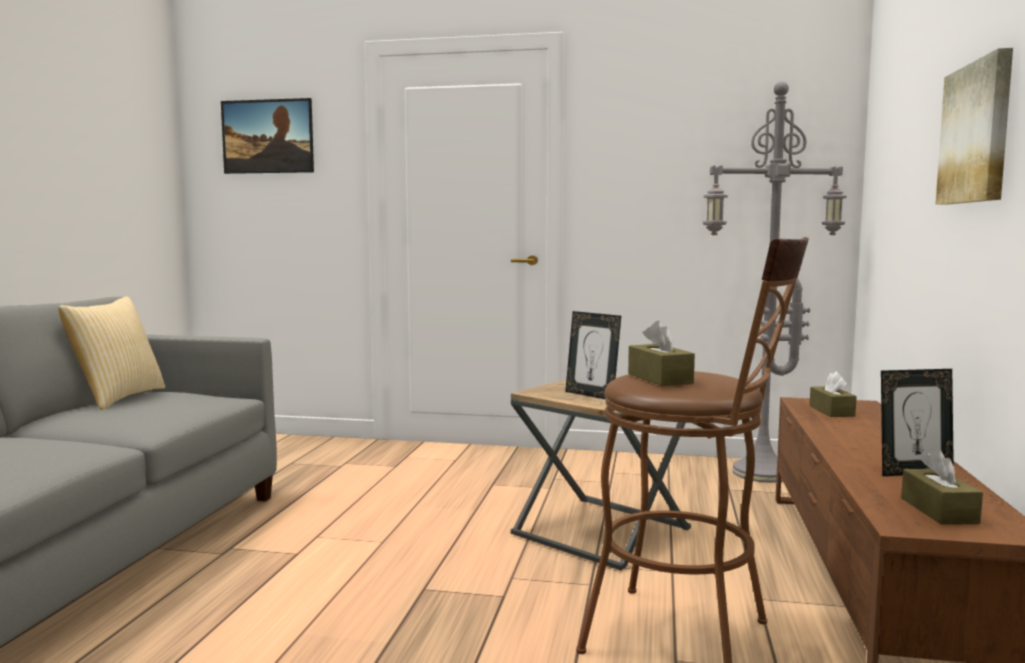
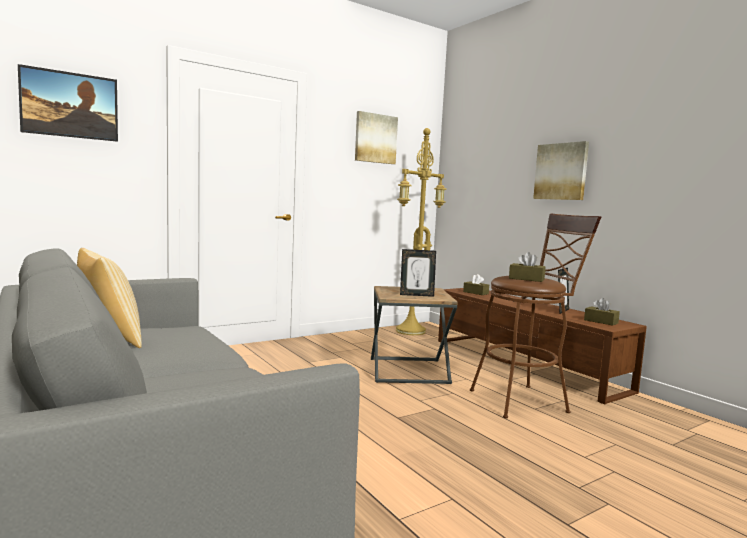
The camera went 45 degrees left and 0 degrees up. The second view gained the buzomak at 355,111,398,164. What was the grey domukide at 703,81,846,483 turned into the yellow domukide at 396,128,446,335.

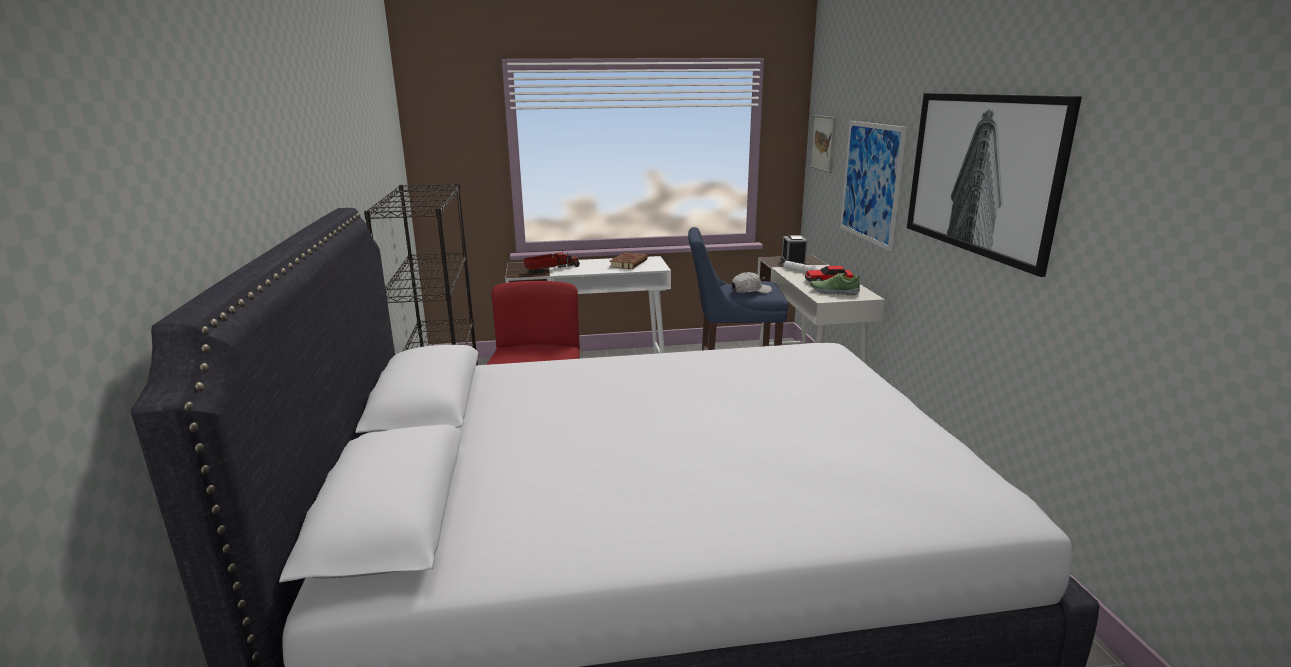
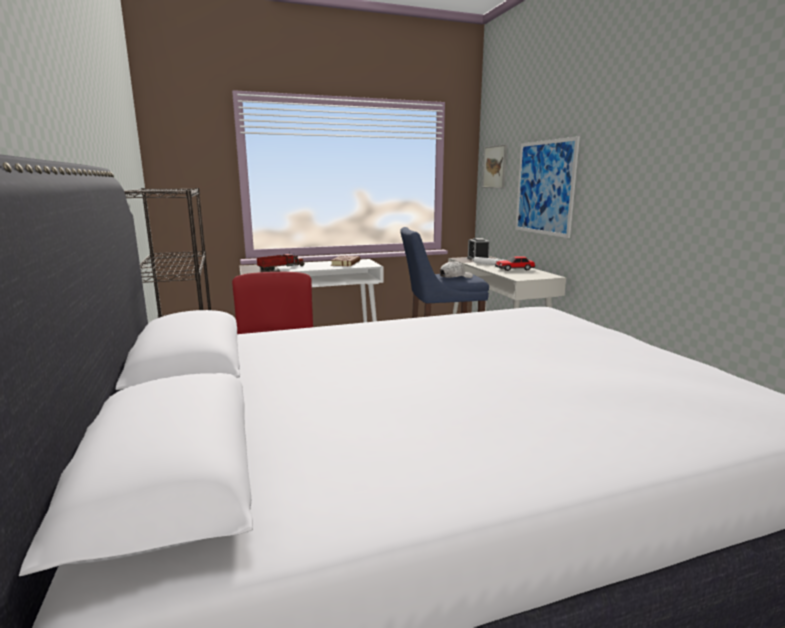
The camera went 10 degrees left and 5 degrees down. The second view lost the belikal at 810,273,861,296. The second view lost the buzomak at 907,93,1082,277.

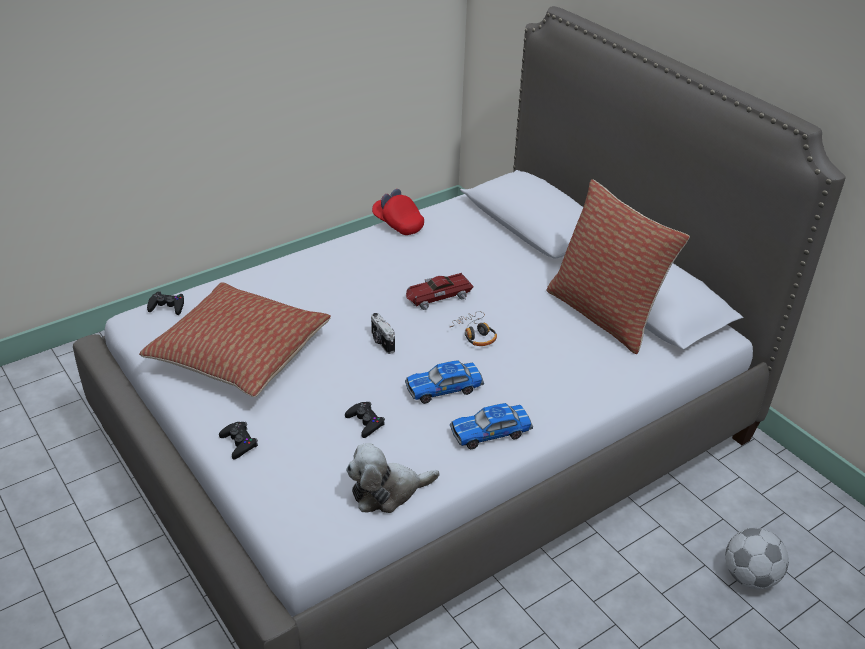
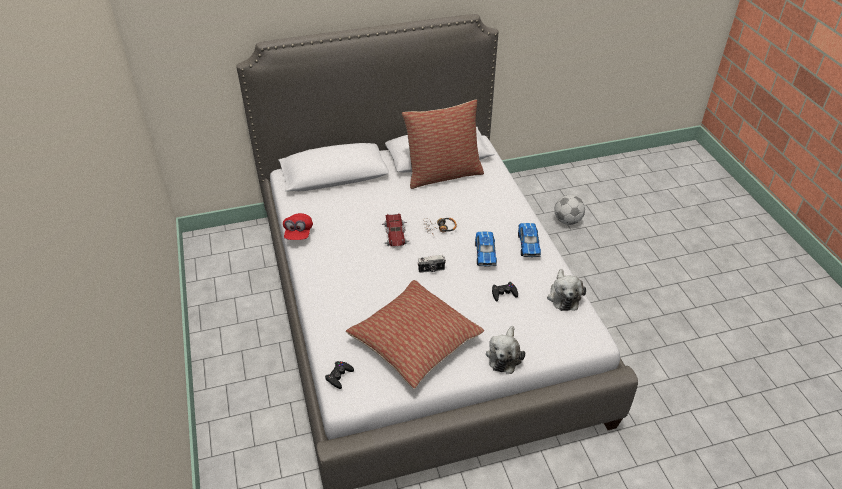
The camera went 70 degrees left and 5 degrees up. The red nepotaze at 372,189,424,235 ended up facing another way, 60 degrees counterclockwise from before. Where the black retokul stood at 219,422,258,460, the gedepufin came to stand at 486,326,525,374.

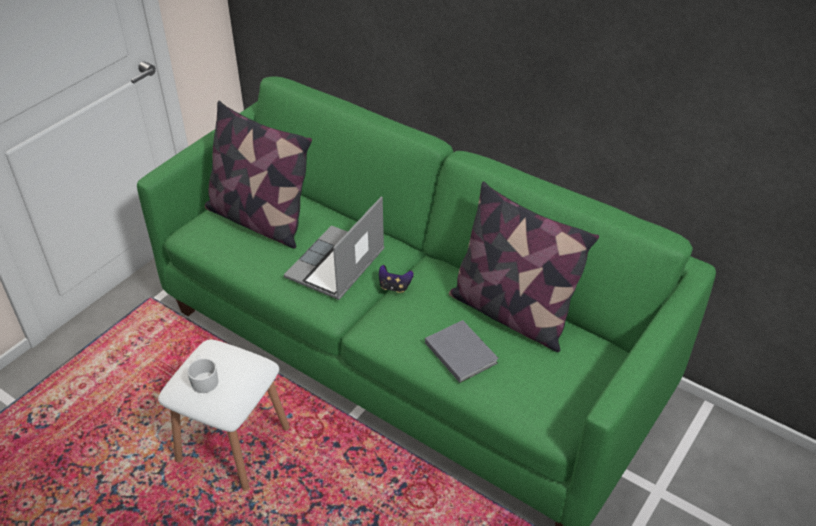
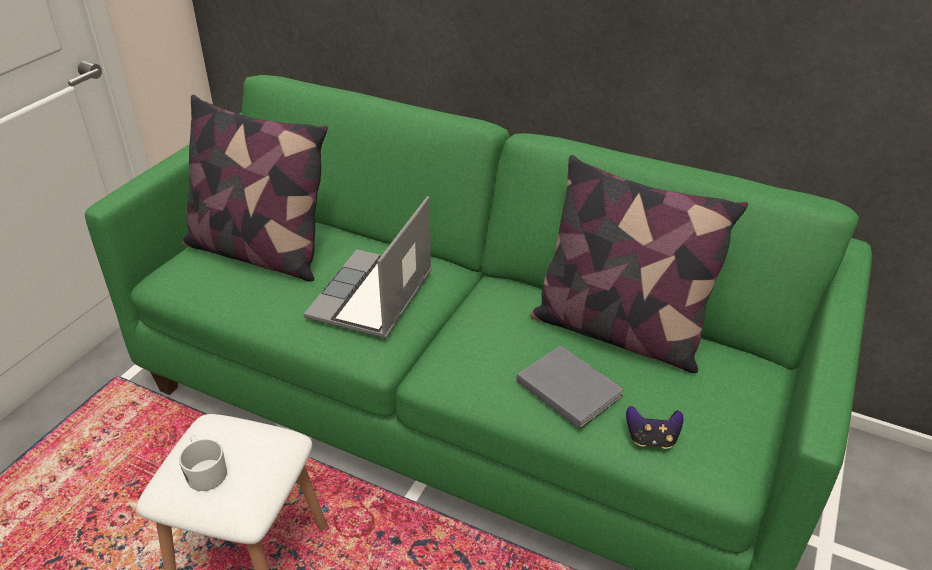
The camera went 10 degrees left and 5 degrees down. The retokul ended up elsewhere, having gone from 379,265,414,293 to 626,406,683,449.

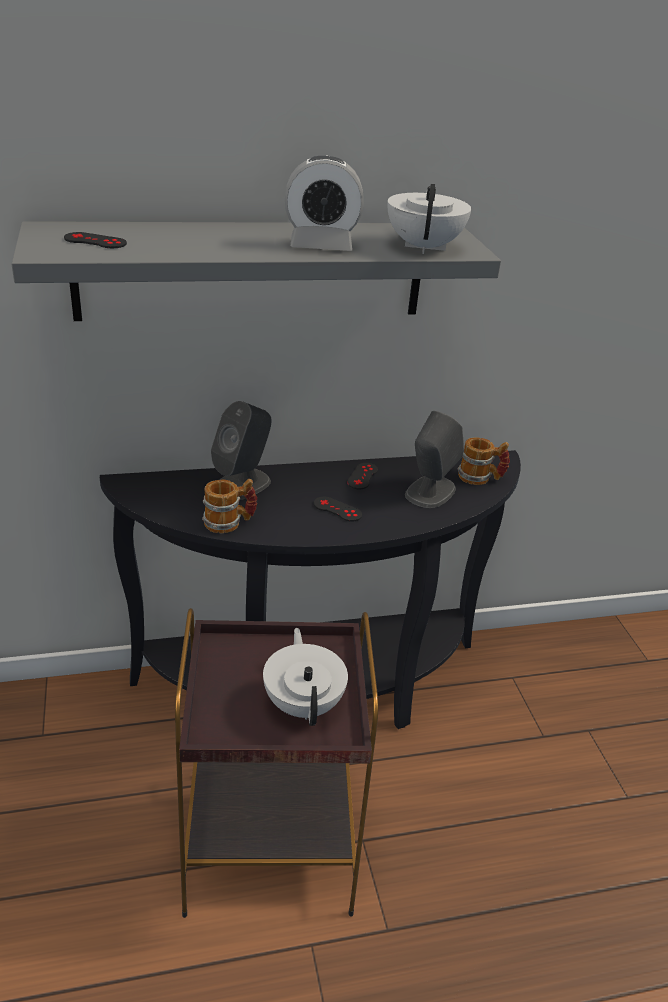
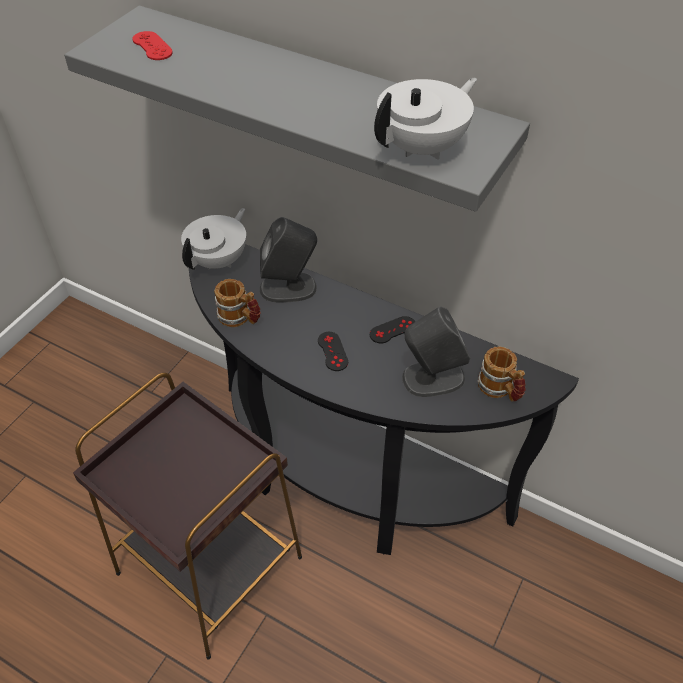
The camera went 45 degrees right and 15 degrees up. What was the black retokul at 64,232,127,248 turned into the red retokul at 132,31,173,60. The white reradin ended up elsewhere, having gone from 263,628,348,726 to 181,208,246,270. The second view lost the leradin at 285,156,364,251.

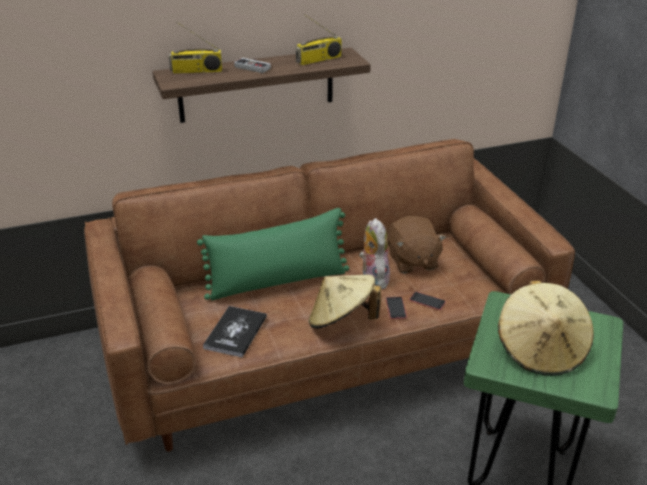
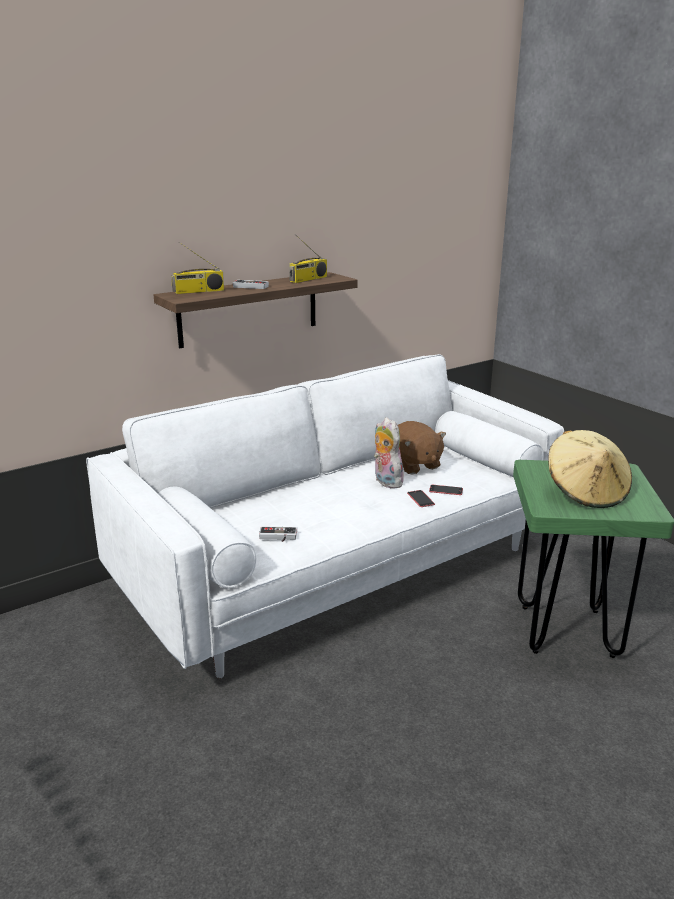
The camera went 15 degrees left and 10 degrees down. What was the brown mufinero at 84,139,575,452 turned into the white mufinero at 86,354,564,678. Where the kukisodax stood at 203,306,267,358, the retokul came to stand at 259,526,297,542. The second view lost the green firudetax at 197,208,349,300. The second view lost the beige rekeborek at 309,274,381,328.

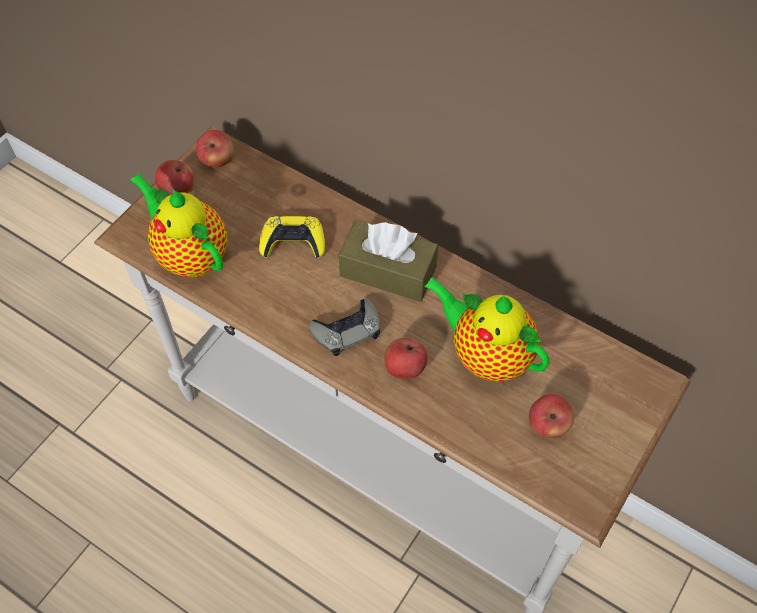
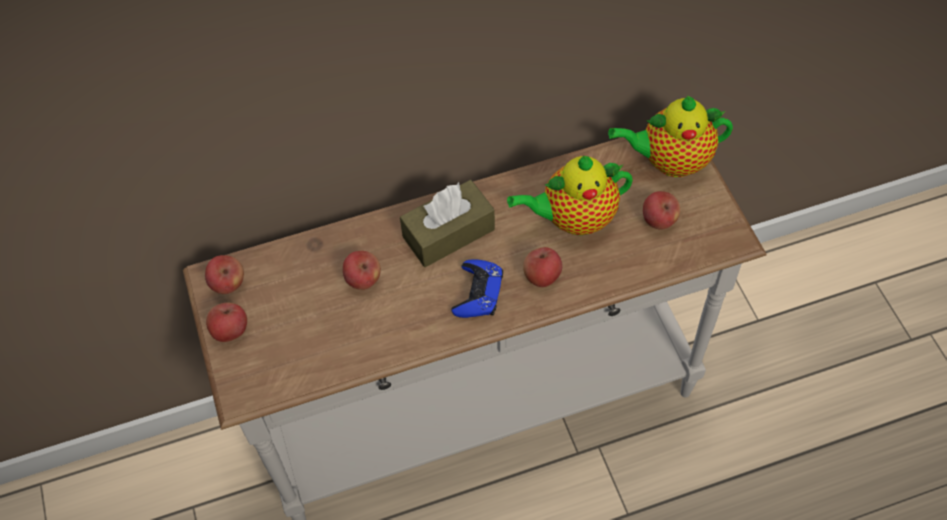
The camera went 50 degrees left and 0 degrees up. Where the yellow retokul stood at 259,216,325,258, the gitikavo came to stand at 343,251,381,290. What was the grey retokul at 309,299,380,356 turned into the blue retokul at 451,259,503,318. The reradin ended up elsewhere, having gone from 130,173,228,277 to 608,96,733,177.

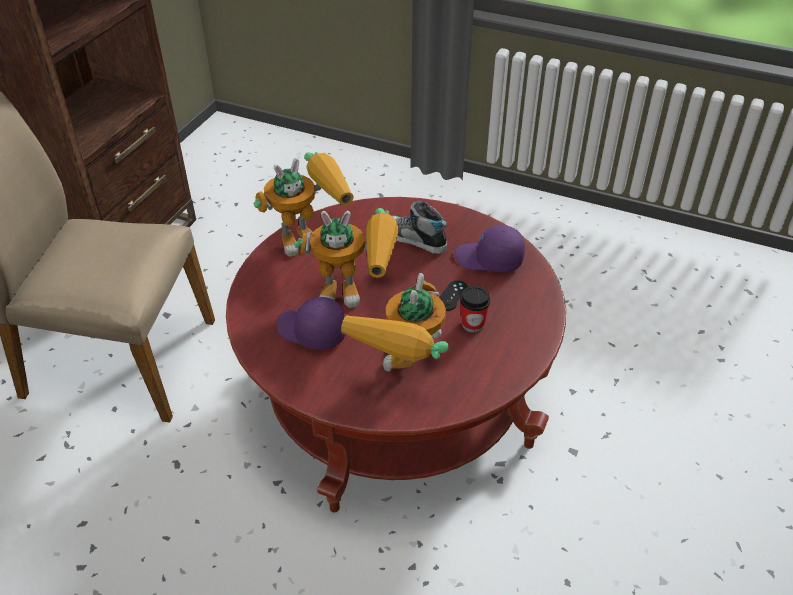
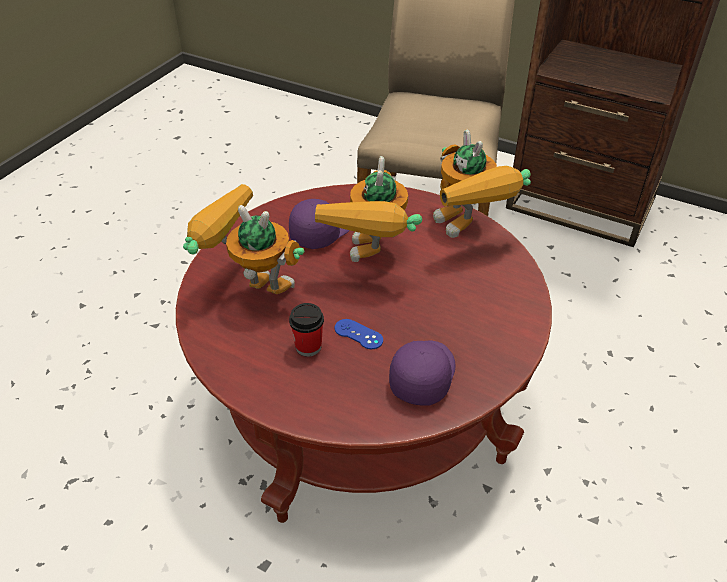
The camera went 95 degrees right and 0 degrees up. What was the black retokul at 439,280,468,311 turned into the blue retokul at 335,319,383,349. The second view lost the belikal at 391,201,447,254.

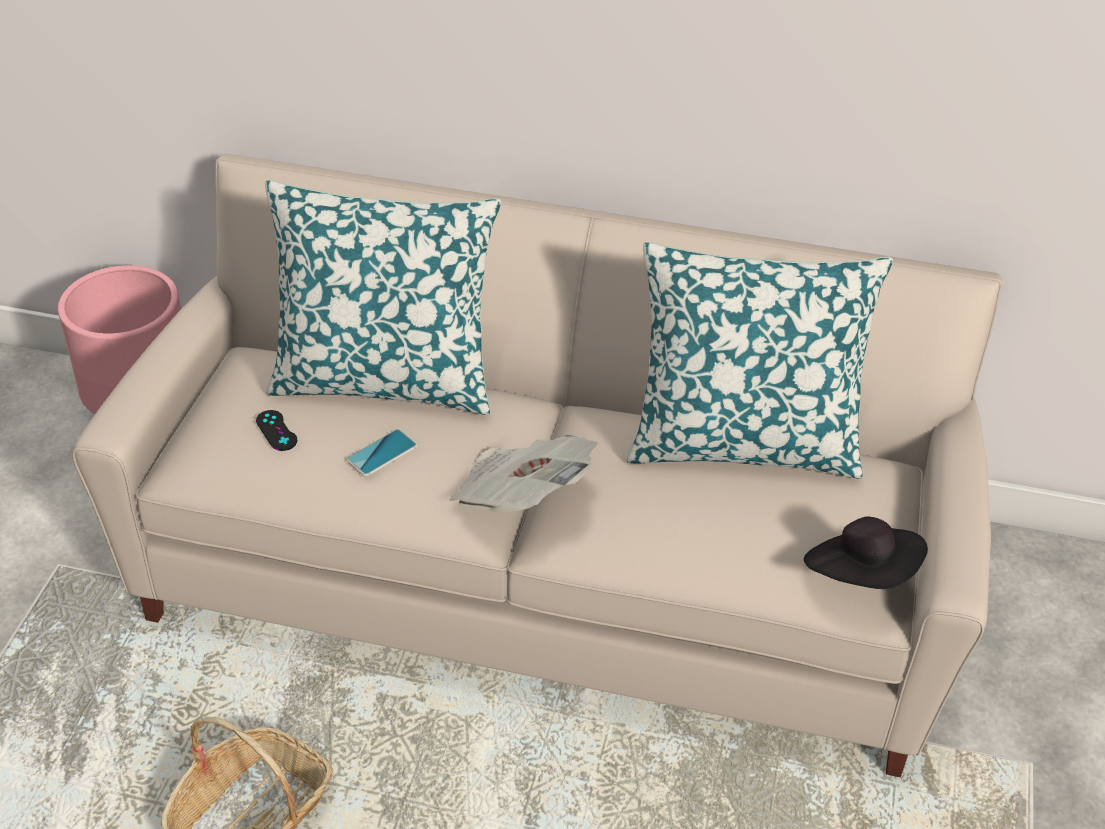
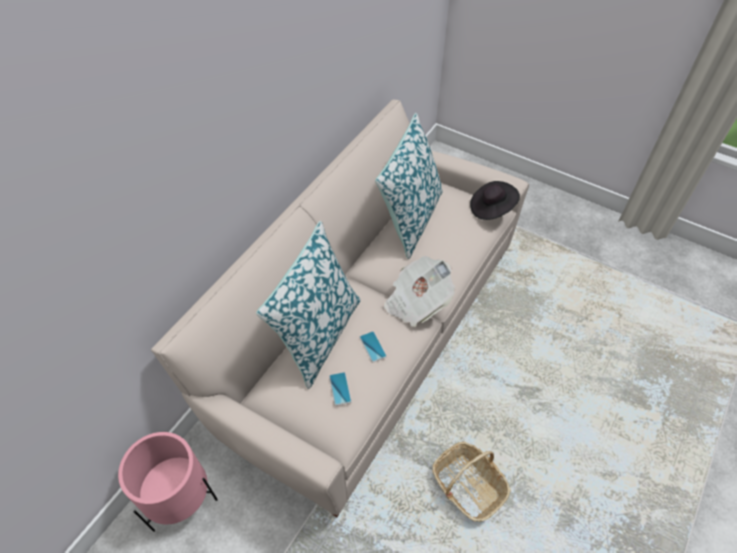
The camera went 70 degrees left and 10 degrees up. Where the black retokul stood at 256,410,297,451, the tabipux came to stand at 329,372,352,406.

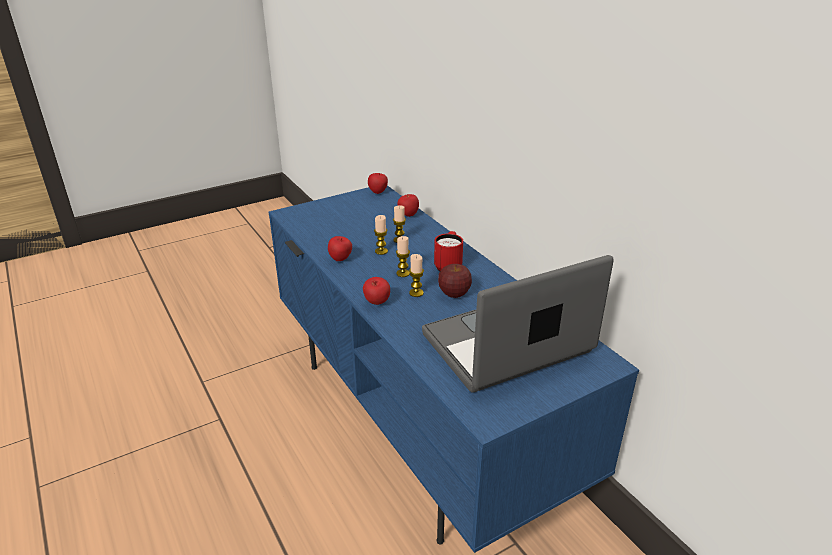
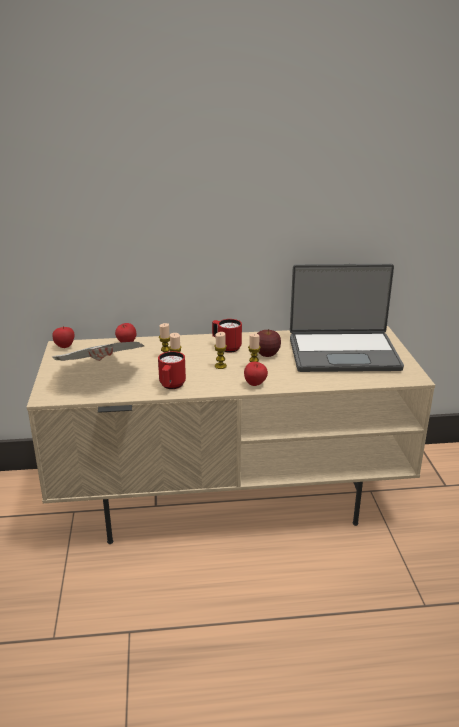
The camera went 65 degrees left and 5 degrees down. What was the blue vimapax at 268,185,639,553 turned into the beige vimapax at 27,326,435,544. The second view gained the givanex at 51,342,144,361. Where the gitikavo stood at 328,236,352,261, the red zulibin came to stand at 158,351,186,389. The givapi at 422,255,614,393 ended up facing another way, 90 degrees counterclockwise from before.

